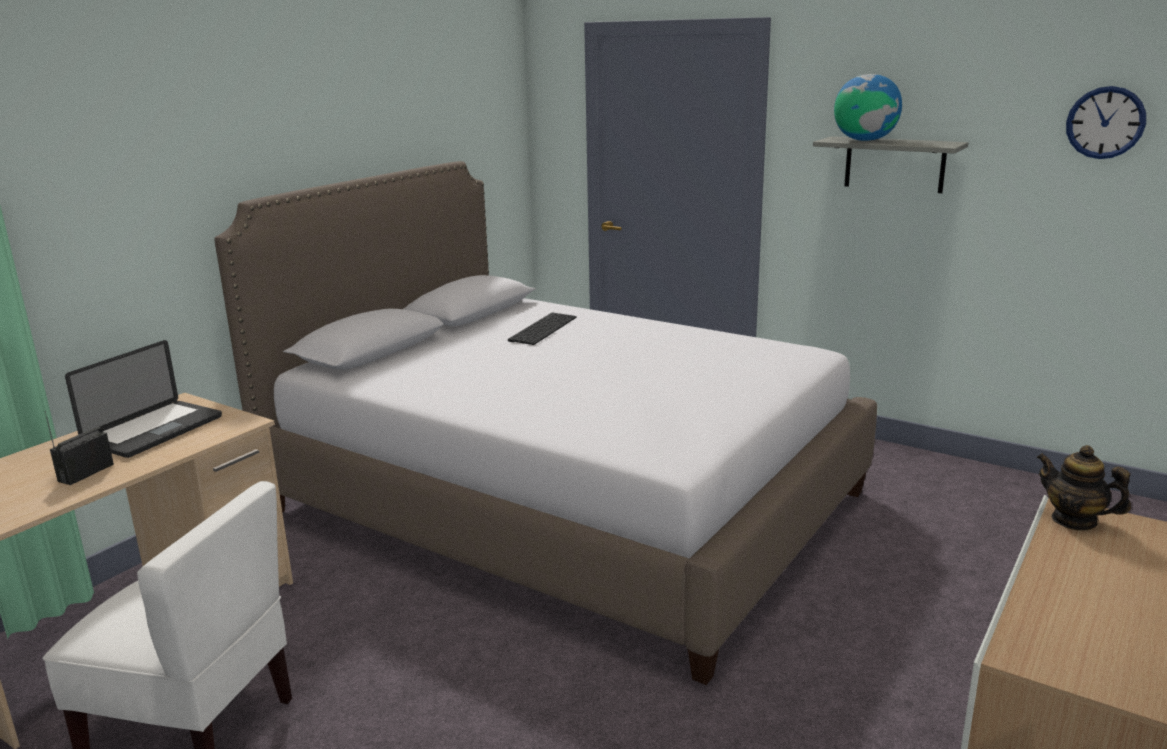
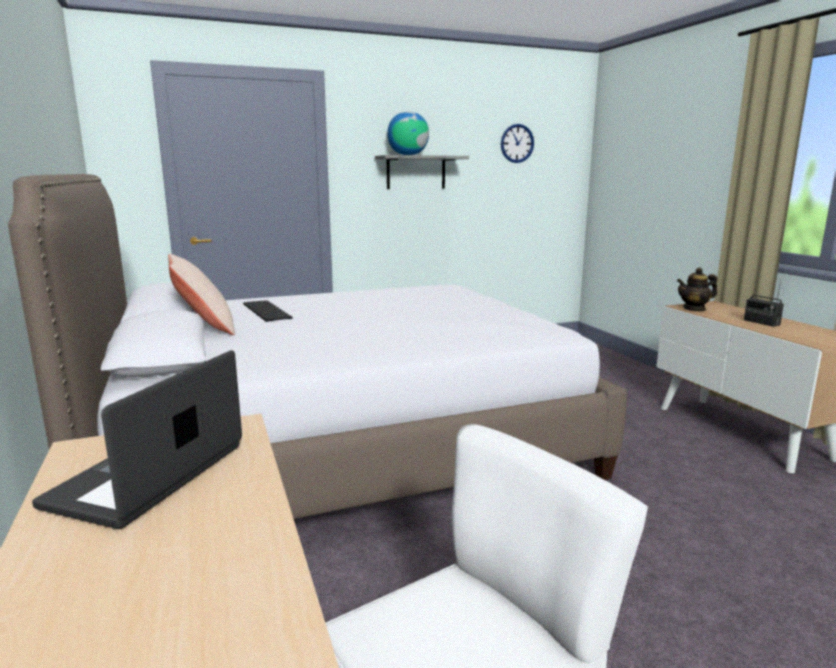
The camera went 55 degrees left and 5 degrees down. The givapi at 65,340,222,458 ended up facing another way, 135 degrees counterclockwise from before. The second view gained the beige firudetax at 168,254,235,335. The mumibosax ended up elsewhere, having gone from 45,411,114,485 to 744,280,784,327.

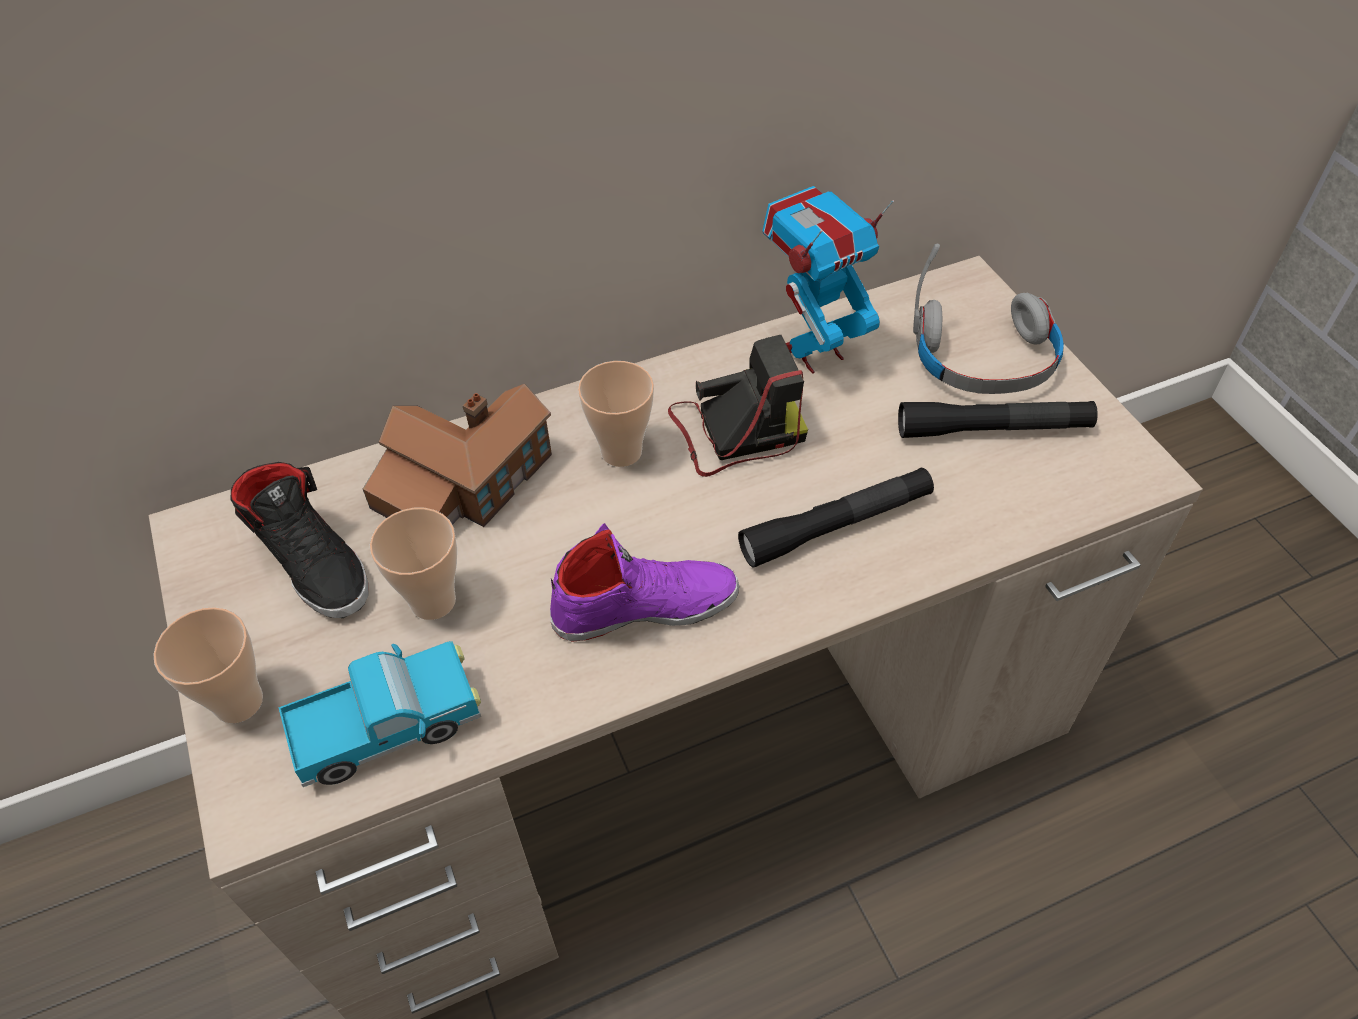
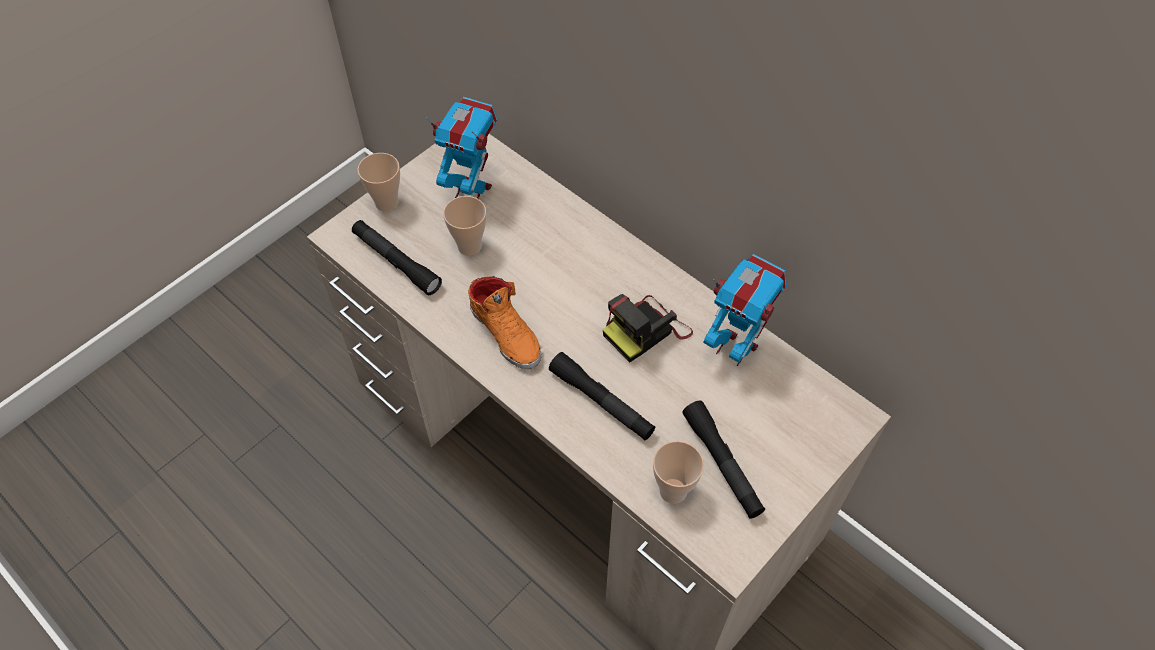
The camera went 65 degrees right and 5 degrees up. Where the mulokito stood at 278,641,481,787, the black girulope came to stand at 352,220,442,295. Where the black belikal stood at 231,462,369,618, the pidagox came to stand at 426,97,498,199. What was the purple belikal at 550,523,739,642 turned into the orange belikal at 468,276,541,369. The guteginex at 668,335,808,477 ended up facing another way, 90 degrees clockwise from before. The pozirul ended up elsewhere, having gone from 578,361,654,467 to 653,441,704,504. The second view lost the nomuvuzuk at 363,384,552,527. The second view lost the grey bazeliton at 913,244,1064,394.

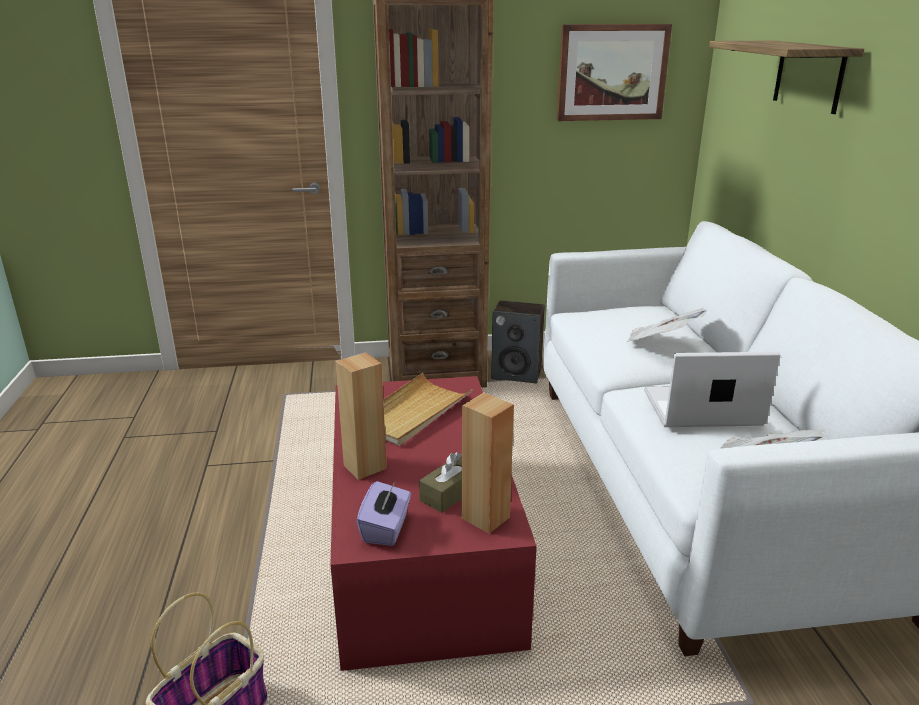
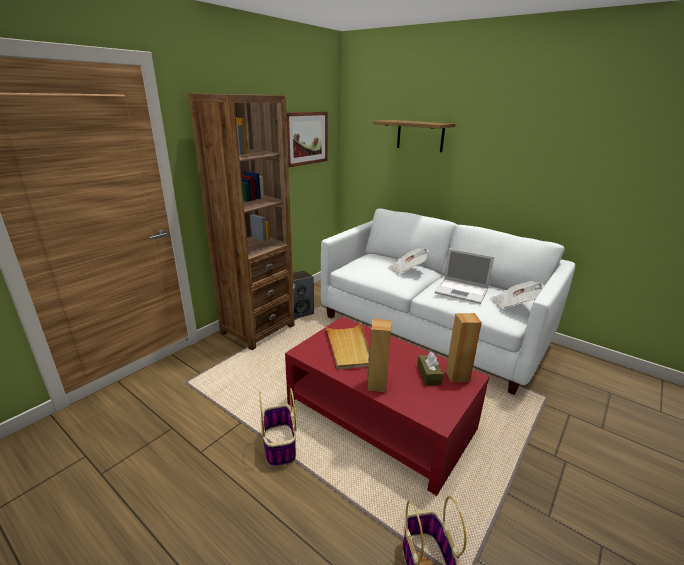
The camera went 45 degrees left and 0 degrees up. The second view gained the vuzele at 259,388,296,467. The givapi at 644,352,781,427 ended up facing another way, 105 degrees counterclockwise from before. The second view lost the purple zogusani at 356,481,411,546.

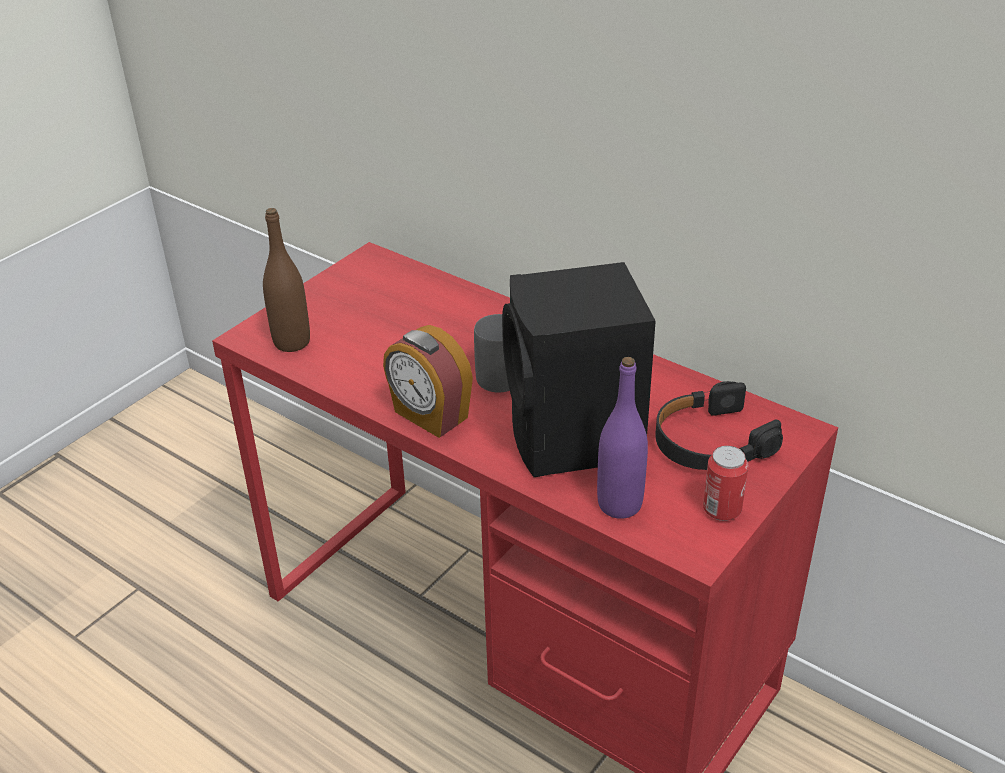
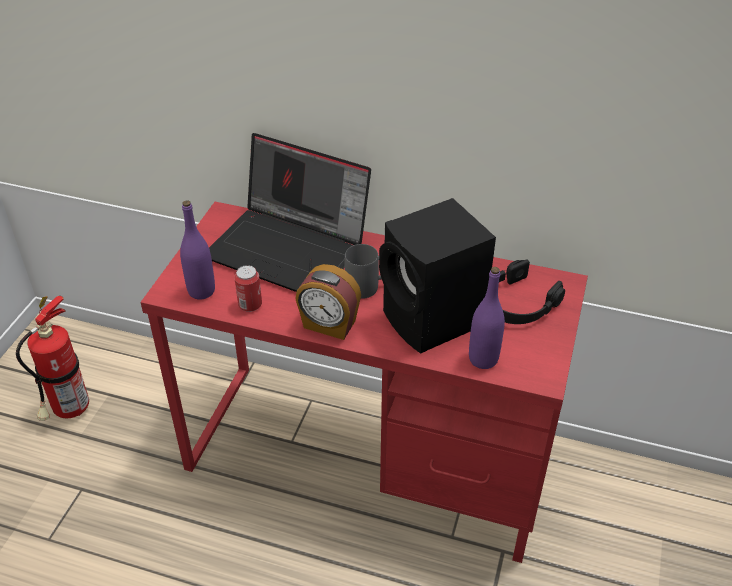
The camera went 20 degrees left and 5 degrees up. The second view gained the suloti at 16,296,89,421. What was the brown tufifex at 263,208,310,352 turned into the purple tufifex at 180,200,215,299. The second view gained the givapi at 209,133,371,292. The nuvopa ended up elsewhere, having gone from 703,446,748,521 to 234,265,262,312.

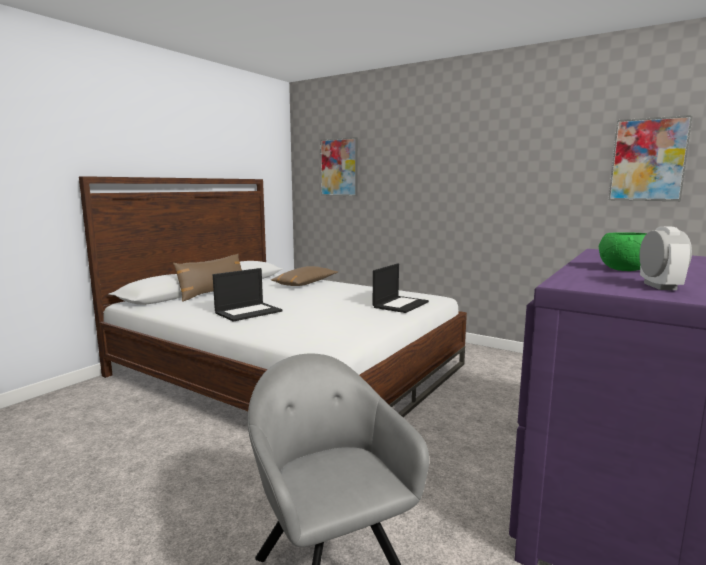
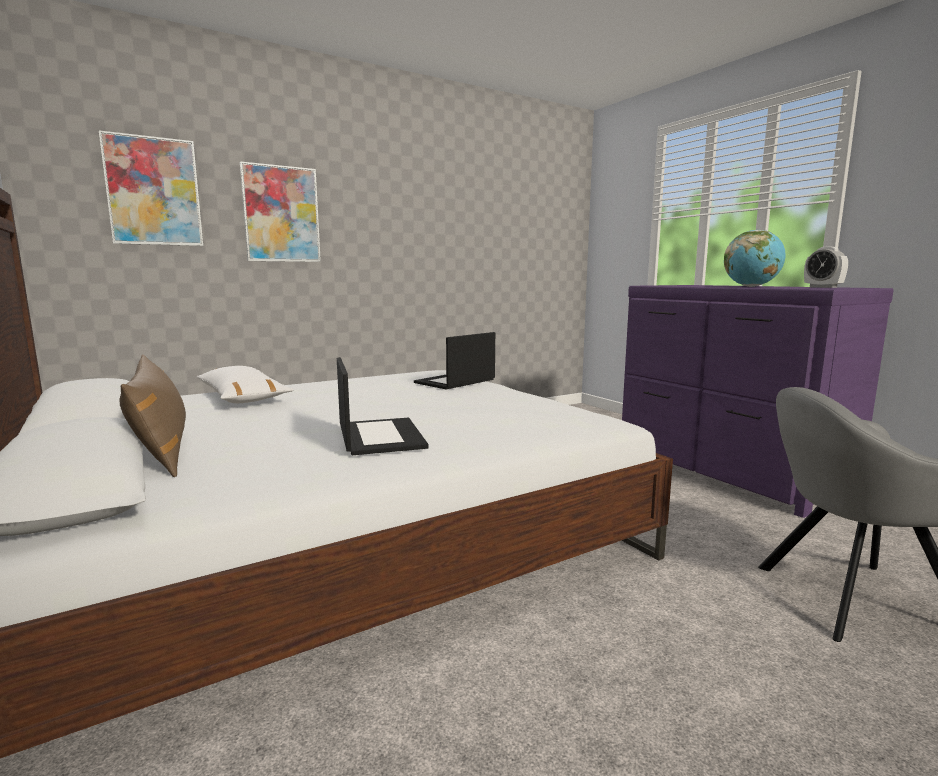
The camera went 65 degrees left and 0 degrees up. What was the brown firudetax at 271,266,338,286 turned into the white firudetax at 197,366,293,403. The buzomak ended up elsewhere, having gone from 609,115,693,201 to 240,161,321,262. The givapi at 373,263,429,313 ended up facing another way, 105 degrees counterclockwise from before. Where the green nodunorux stood at 599,232,647,271, the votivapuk came to stand at 724,230,786,287. The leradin at 639,226,692,290 ended up facing another way, 150 degrees counterclockwise from before.

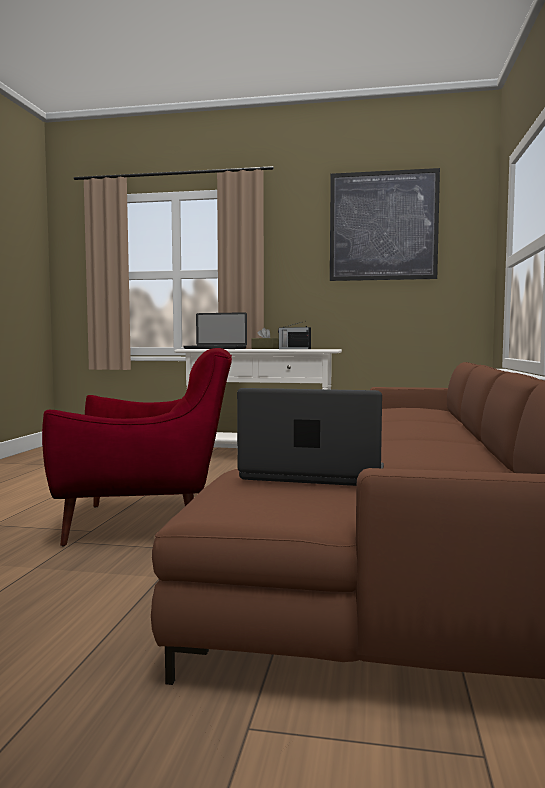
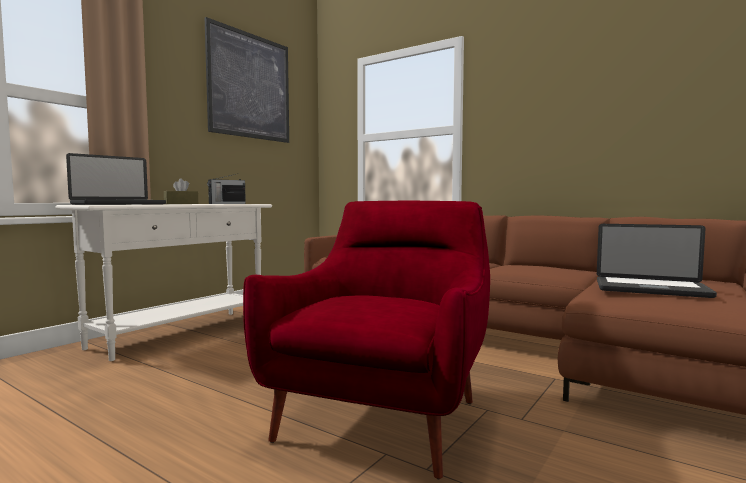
The camera went 65 degrees left and 0 degrees up. The givapi at 237,388,384,486 ended up facing another way, 105 degrees counterclockwise from before.

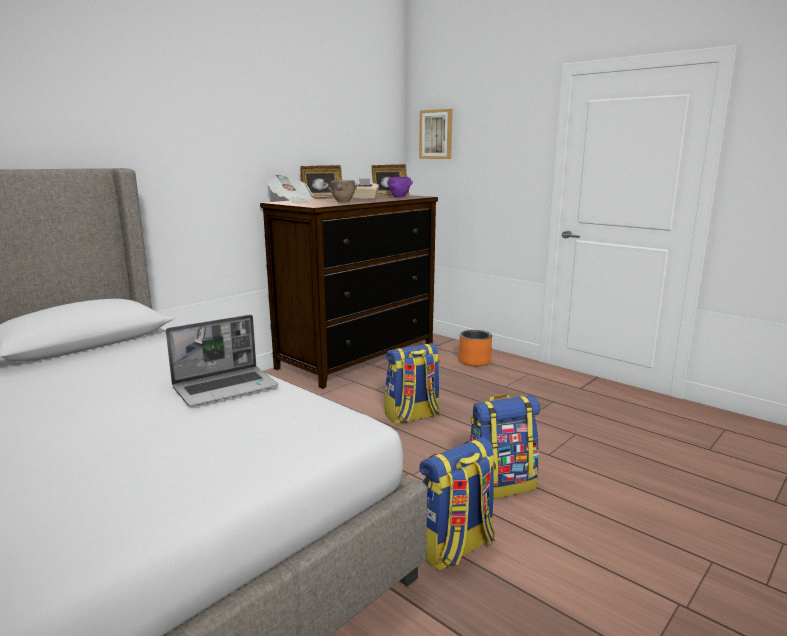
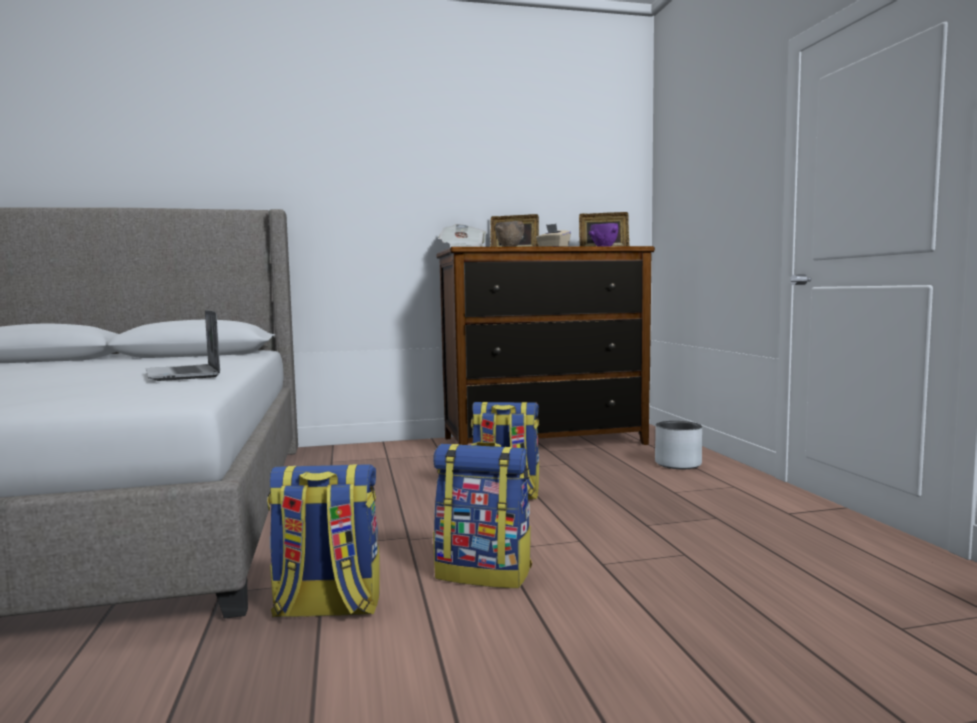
The camera went 35 degrees right and 10 degrees down. The givapi at 166,315,278,406 ended up facing another way, 60 degrees clockwise from before. What was the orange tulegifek at 459,330,492,366 turned into the grey tulegifek at 655,421,702,469. The second view lost the buzomak at 419,109,452,159.

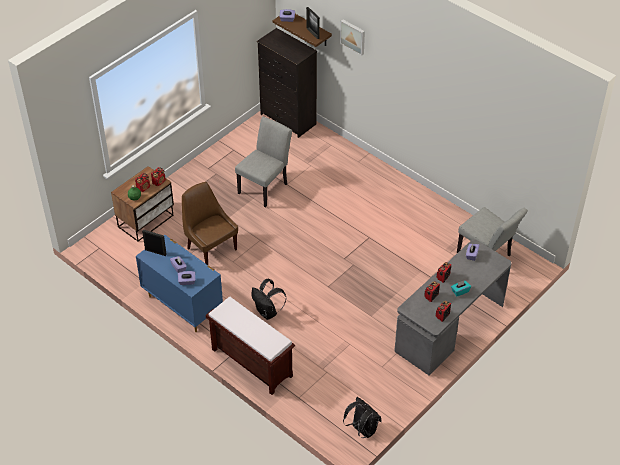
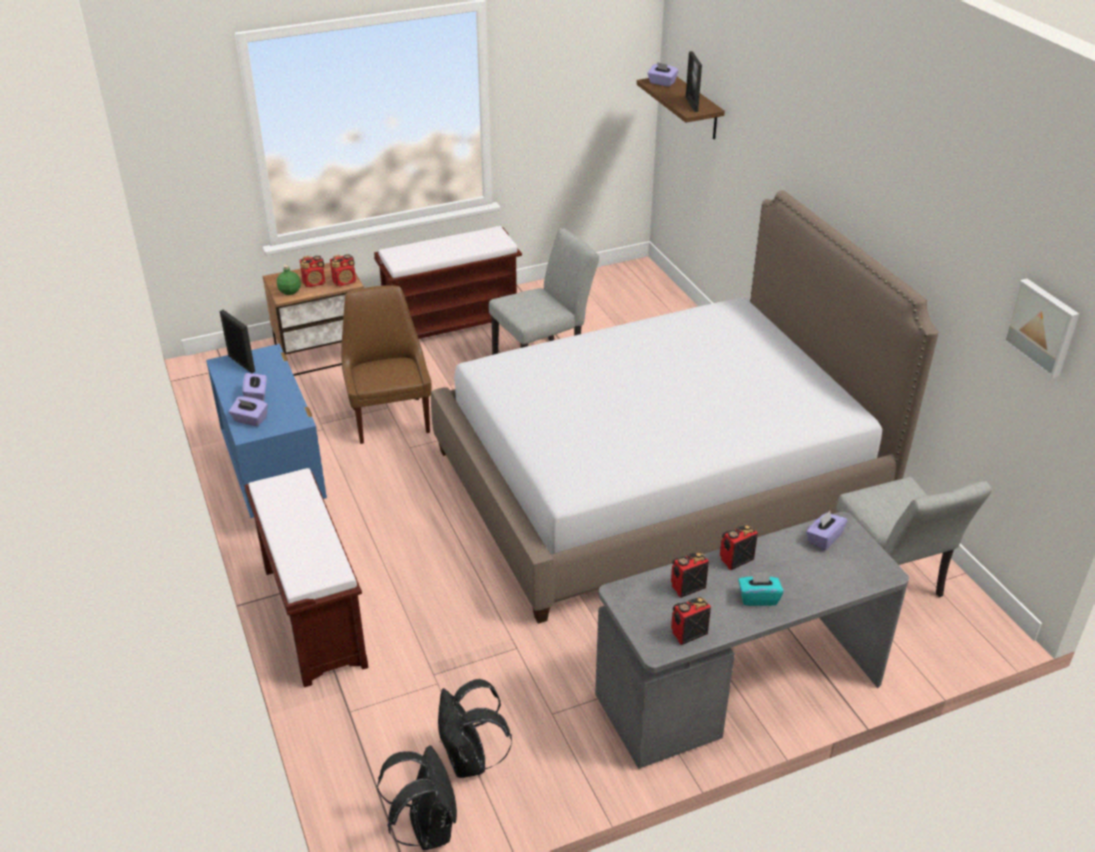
The camera went 25 degrees right and 10 degrees down. The second view gained the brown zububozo at 374,226,522,339. The second view gained the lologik at 431,190,938,624. The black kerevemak ended up elsewhere, having gone from 251,279,287,320 to 438,679,512,778. The buzomak ended up elsewhere, having gone from 340,19,365,56 to 1003,278,1079,378. The second view lost the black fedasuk at 257,28,317,138.

